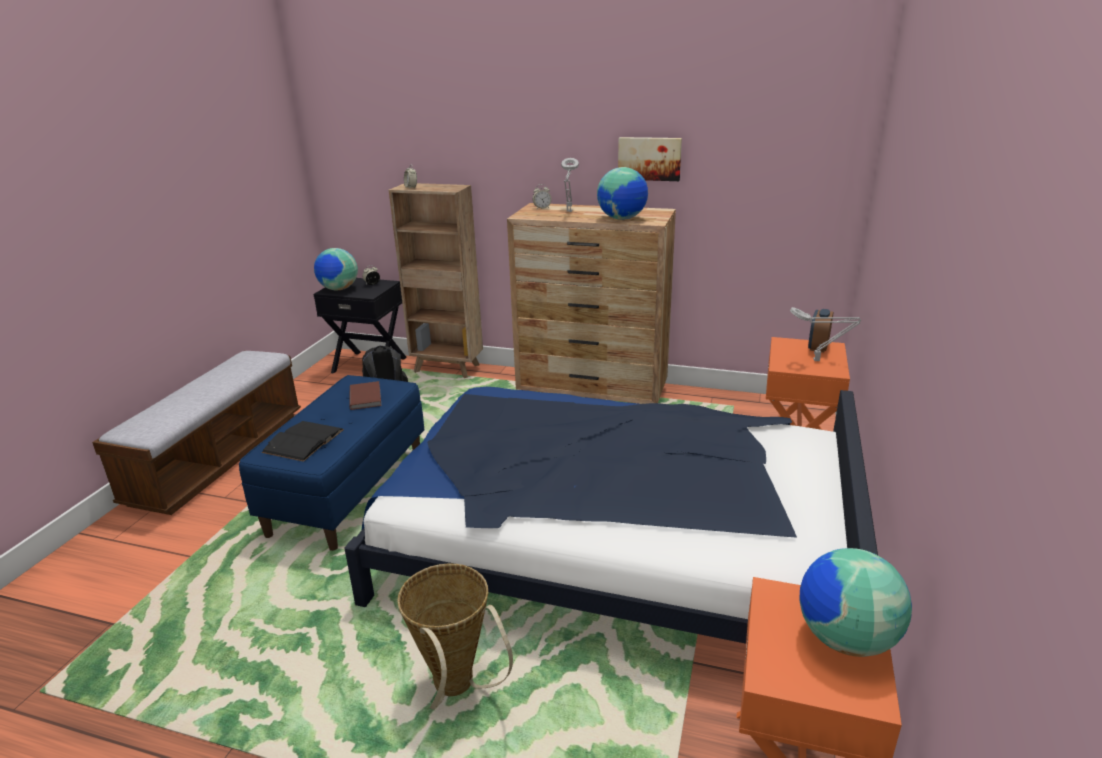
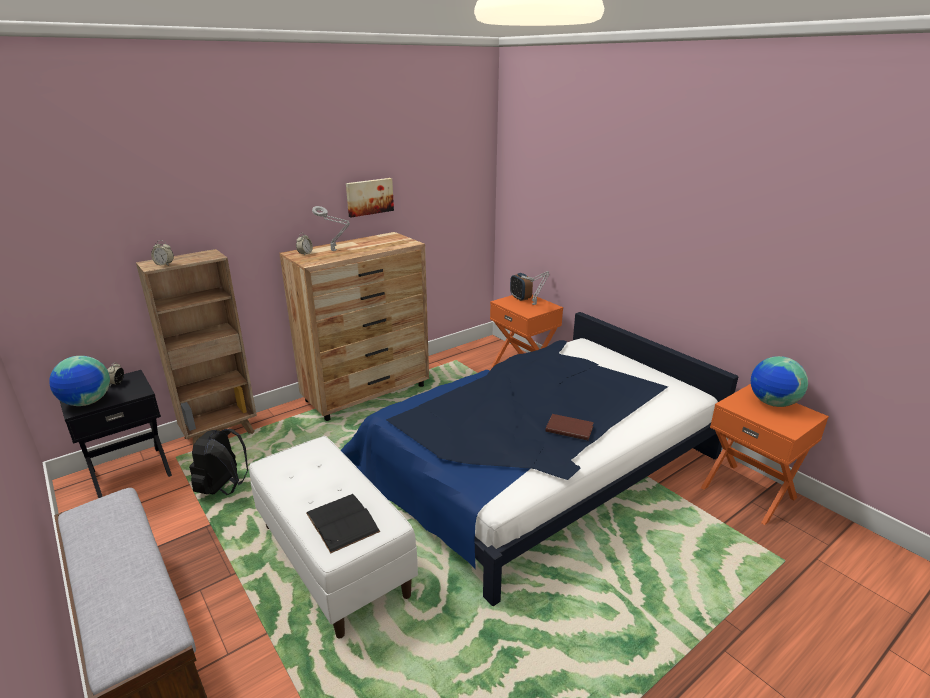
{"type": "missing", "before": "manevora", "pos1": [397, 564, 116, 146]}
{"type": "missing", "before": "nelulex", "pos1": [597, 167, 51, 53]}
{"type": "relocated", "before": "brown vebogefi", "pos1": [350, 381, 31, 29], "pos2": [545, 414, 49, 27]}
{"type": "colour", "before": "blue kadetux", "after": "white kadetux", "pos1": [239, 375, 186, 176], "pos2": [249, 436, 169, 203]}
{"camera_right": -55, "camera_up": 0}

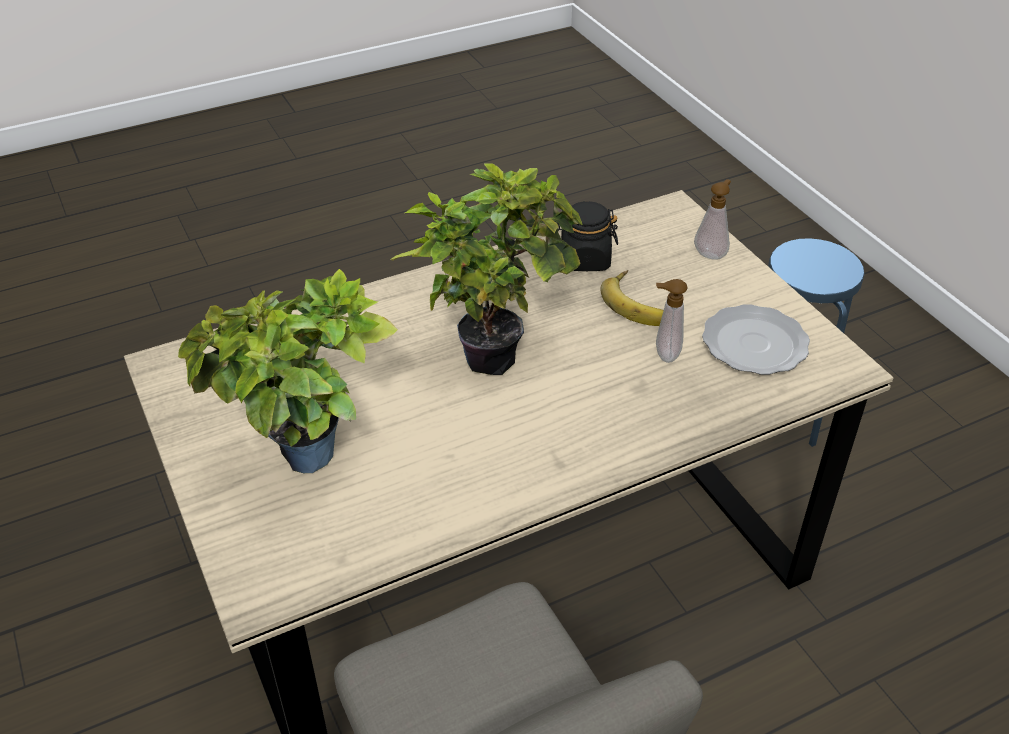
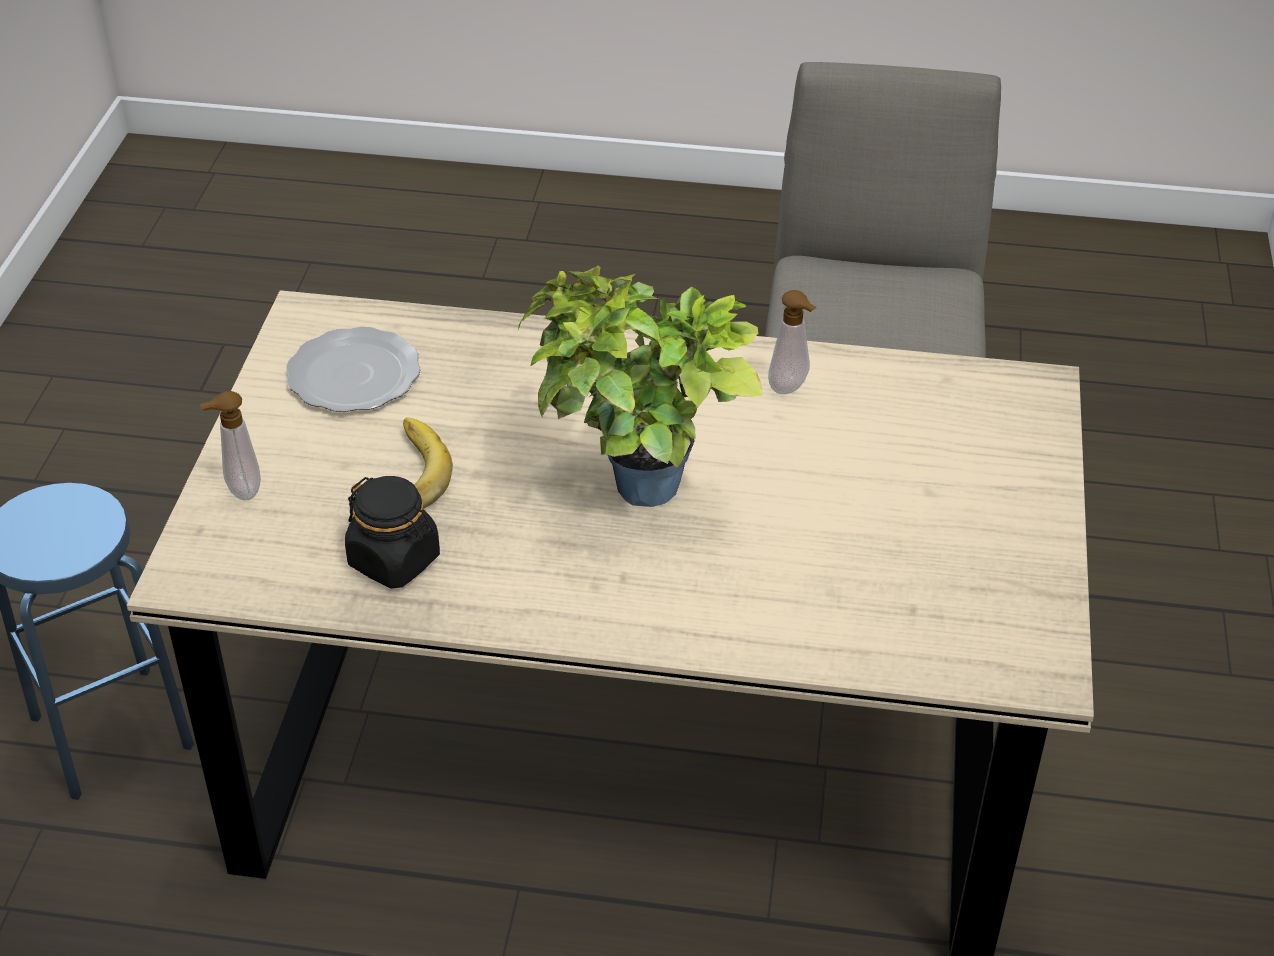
{"type": "missing", "before": "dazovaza", "pos1": [178, 269, 220, 204]}
{"type": "relocated", "before": "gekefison", "pos1": [656, 279, 32, 84], "pos2": [768, 290, 49, 104]}
{"camera_right": -145, "camera_up": 0}

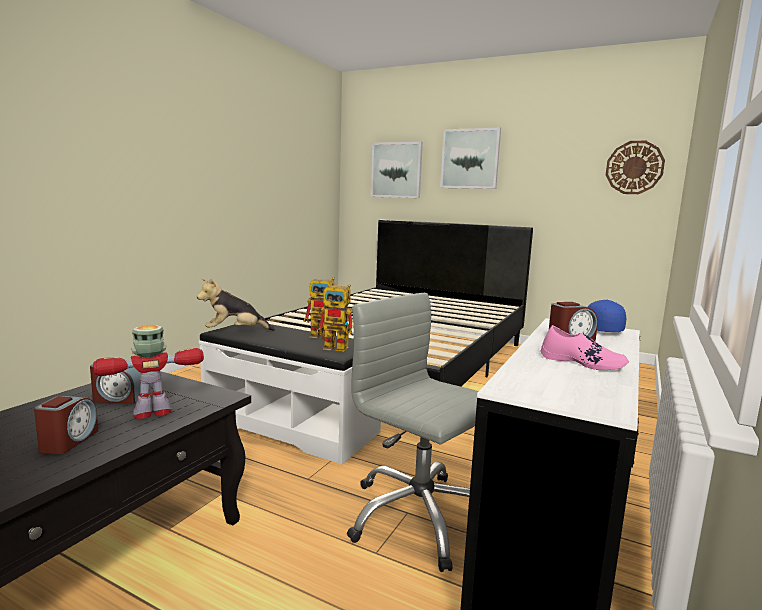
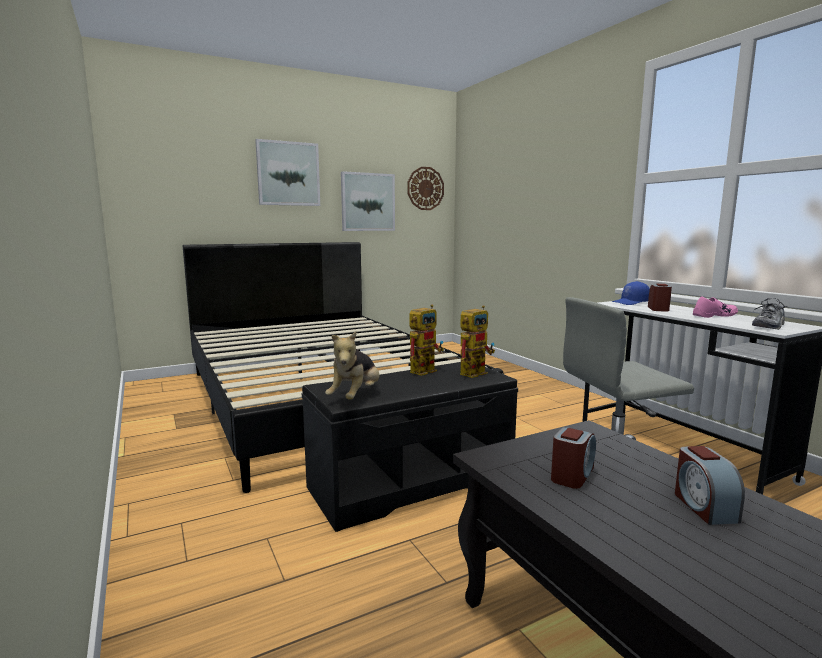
{"type": "missing", "before": "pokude", "pos1": [93, 325, 111, 94]}
{"type": "appeared", "after": "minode", "pos2": [752, 298, 37, 32]}
{"type": "relocated", "before": "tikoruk", "pos1": [371, 142, 52, 56], "pos2": [341, 171, 54, 60]}
{"type": "colour", "before": "white kadetux", "after": "black kadetux", "pos1": [199, 324, 182, 141], "pos2": [302, 362, 216, 170]}
{"type": "spun", "before": "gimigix", "pos1": [34, 396, 64, 58], "pos2": [675, 446, 70, 79], "turn": -135}
{"camera_right": -55, "camera_up": 0}

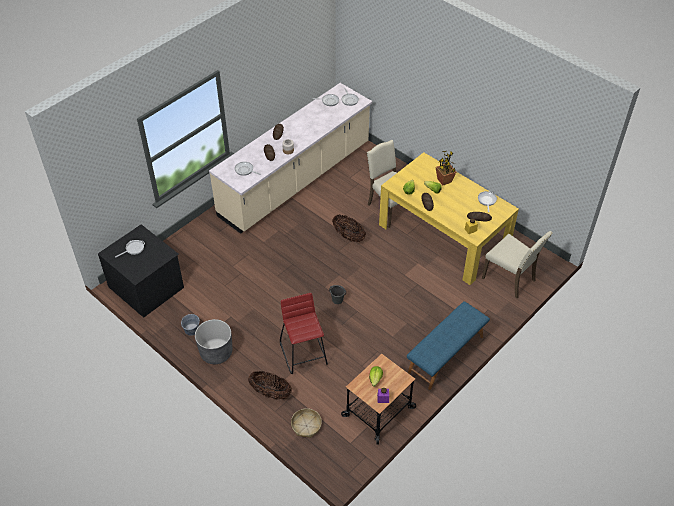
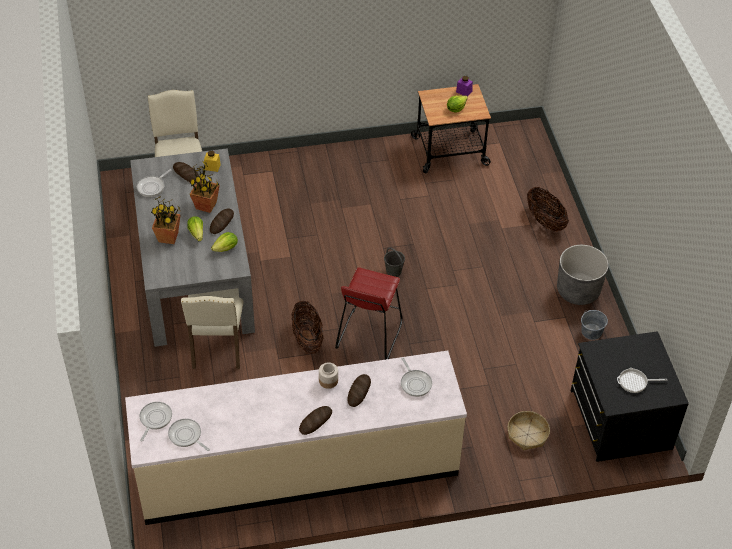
{"type": "missing", "before": "blue kadetux", "pos1": [407, 301, 83, 89]}
{"type": "appeared", "after": "dazovaza", "pos2": [190, 161, 30, 52]}
{"type": "relocated", "before": "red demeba", "pos1": [280, 293, 48, 81], "pos2": [335, 267, 67, 93]}
{"type": "relocated", "before": "manevora", "pos1": [291, 408, 31, 30], "pos2": [508, 411, 42, 39]}
{"type": "colour", "before": "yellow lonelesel", "after": "grey lonelesel", "pos1": [379, 152, 140, 133], "pos2": [130, 148, 125, 199]}
{"camera_right": -145, "camera_up": 0}

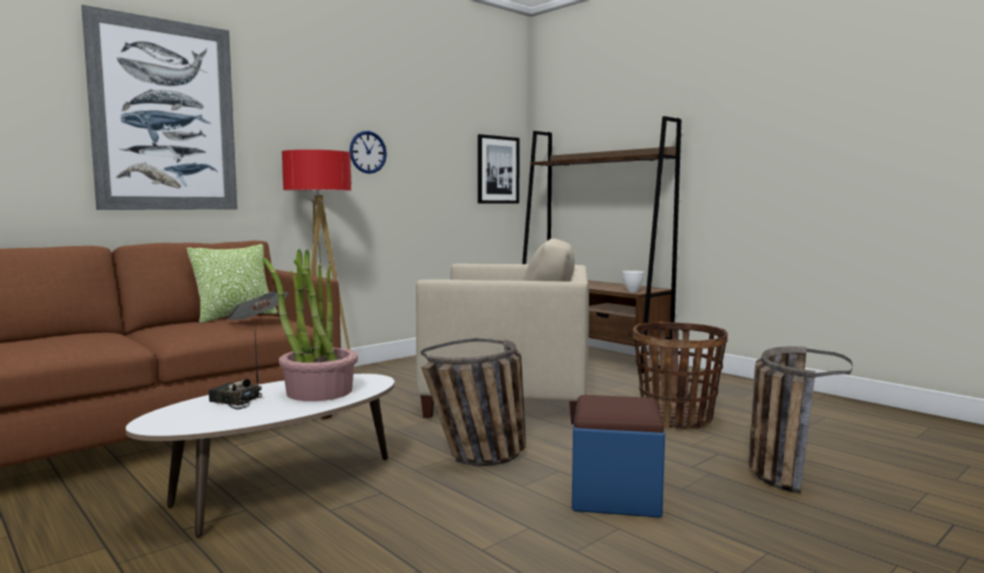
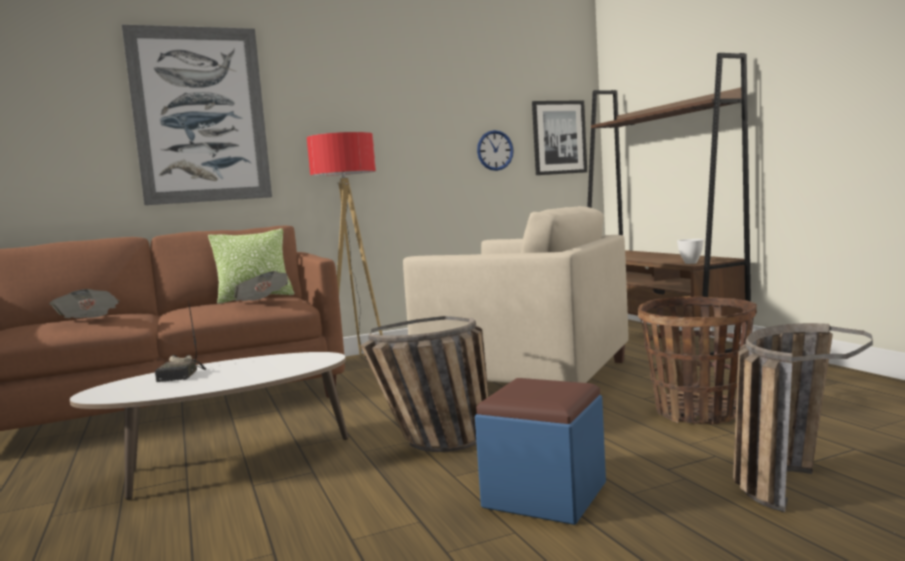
{"type": "missing", "before": "dazovaza", "pos1": [262, 249, 96, 152]}
{"type": "appeared", "after": "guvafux", "pos2": [49, 289, 71, 29]}
{"type": "relocated", "before": "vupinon", "pos1": [350, 131, 37, 43], "pos2": [477, 130, 37, 41]}
{"type": "spun", "before": "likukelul", "pos1": [208, 334, 54, 76], "pos2": [155, 301, 51, 81], "turn": -135}
{"camera_right": 20, "camera_up": 0}

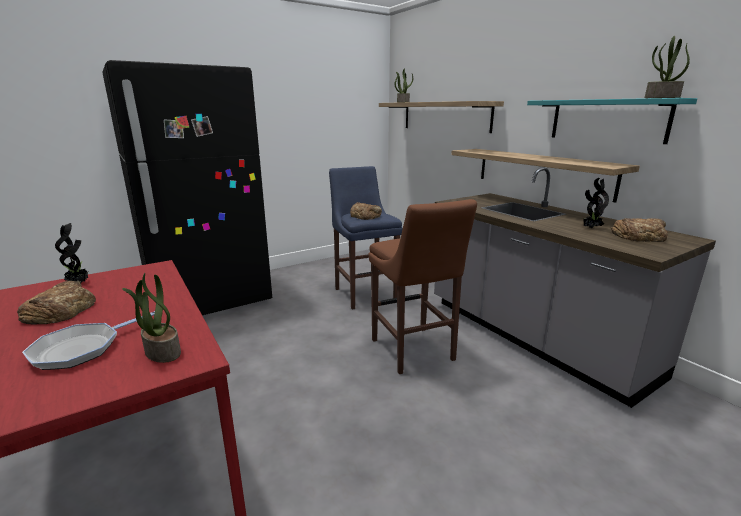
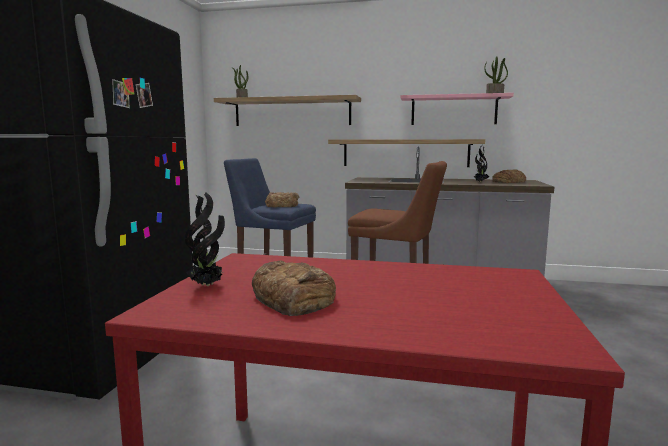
{"type": "missing", "before": "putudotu", "pos1": [22, 311, 133, 59]}
{"type": "missing", "before": "dazovaza", "pos1": [122, 273, 59, 90]}
{"type": "colour", "before": "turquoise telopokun", "after": "pink telopokun", "pos1": [527, 98, 170, 46], "pos2": [401, 93, 113, 32]}
{"camera_right": -45, "camera_up": -10}

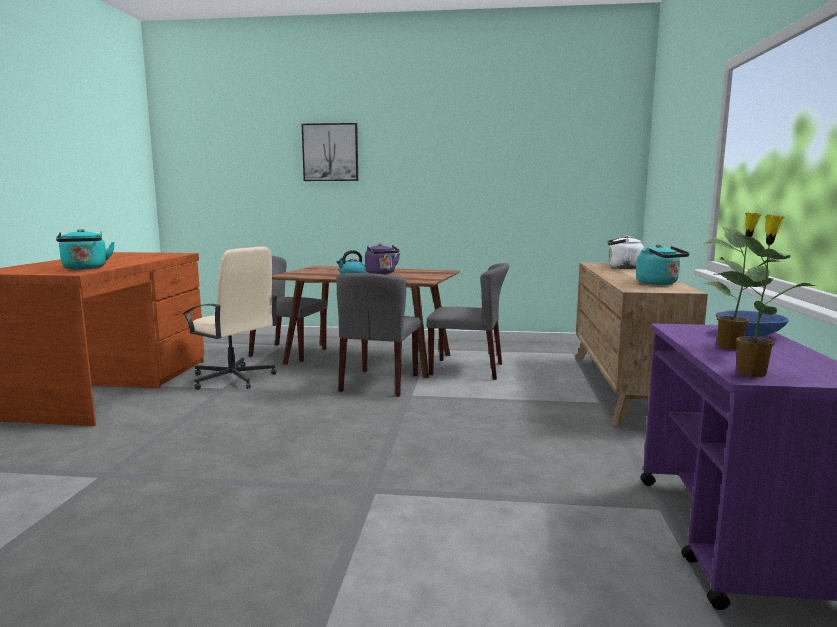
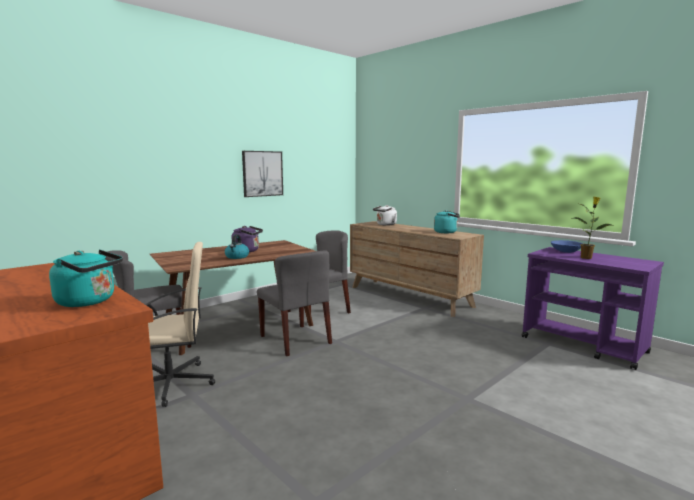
{"type": "missing", "before": "dazovaza", "pos1": [714, 215, 103, 162]}
{"type": "relocated", "before": "tikoruk", "pos1": [302, 123, 56, 58], "pos2": [242, 151, 41, 46]}
{"camera_right": -50, "camera_up": 0}

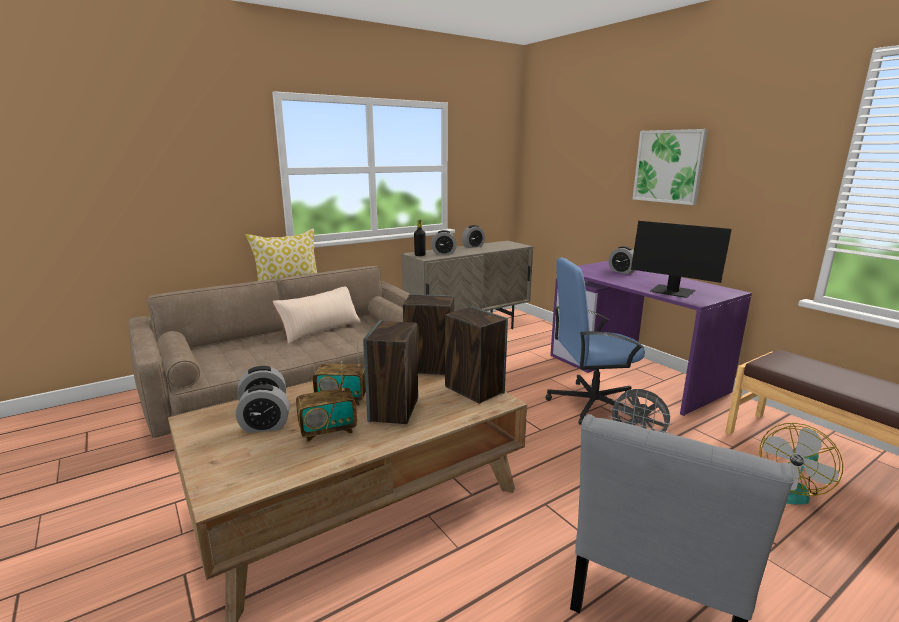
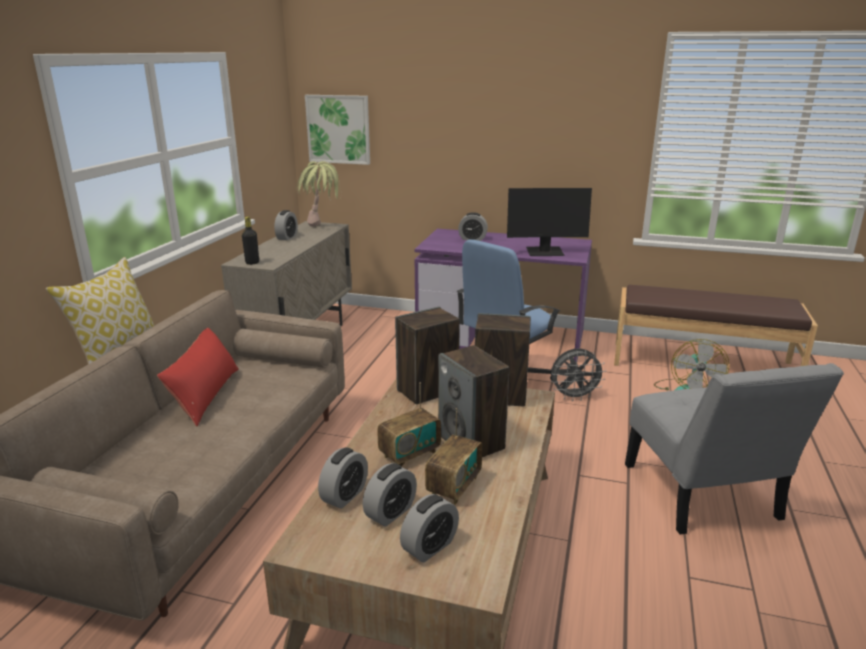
{"type": "appeared", "after": "dazovaza", "pos2": [297, 161, 44, 65]}
{"type": "relocated", "before": "gimigix", "pos1": [431, 230, 26, 24], "pos2": [400, 494, 59, 68]}
{"type": "relocated", "before": "tikoruk", "pos1": [633, 129, 75, 76], "pos2": [305, 95, 65, 70]}
{"type": "colour", "before": "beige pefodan", "after": "red pefodan", "pos1": [273, 287, 88, 57], "pos2": [157, 328, 82, 98]}
{"camera_right": -40, "camera_up": 5}

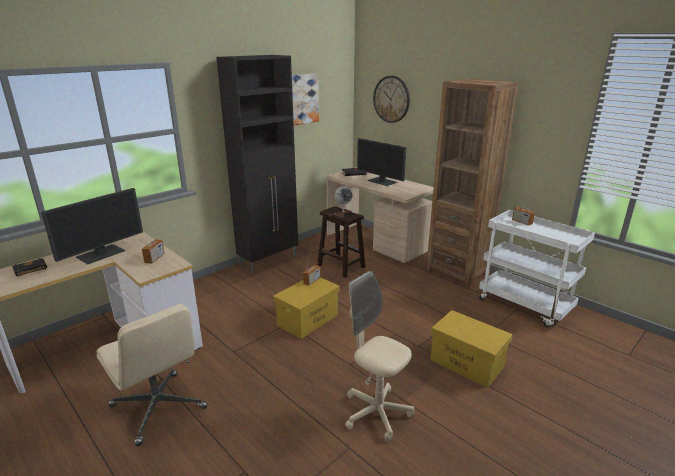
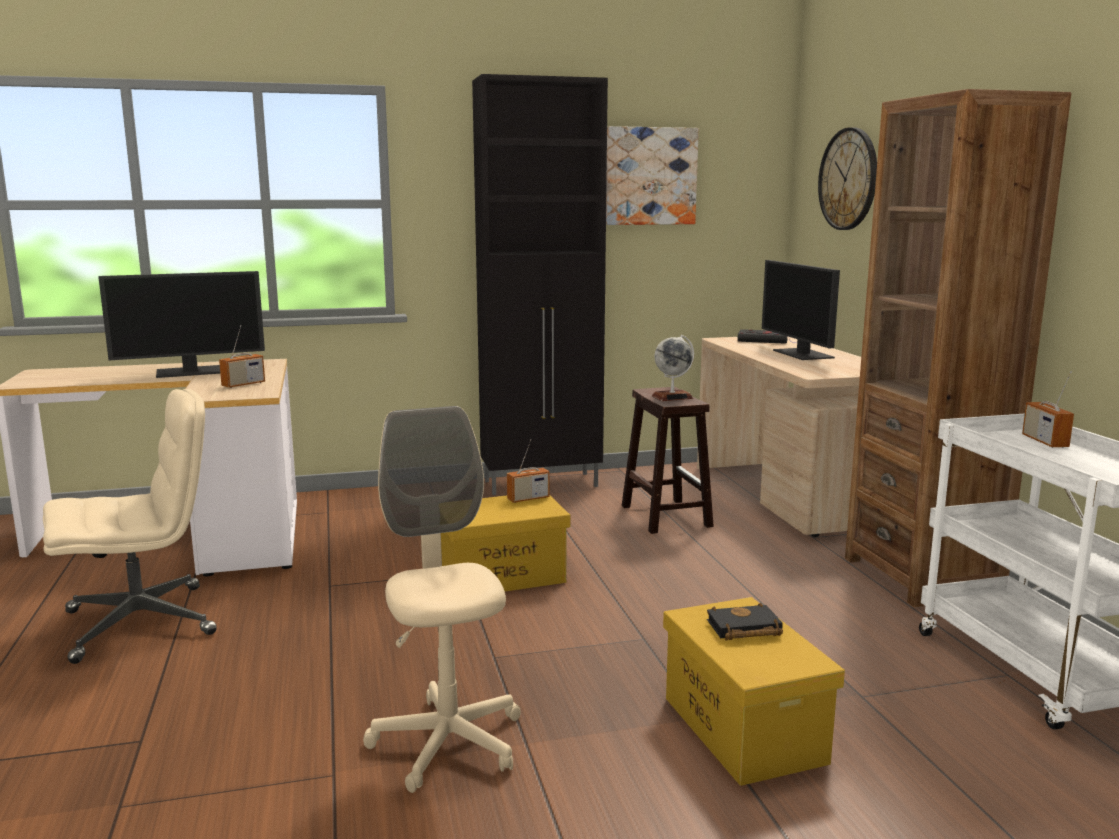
{"type": "relocated", "before": "black vebogefi", "pos1": [12, 258, 35, 19], "pos2": [707, 603, 76, 37]}
{"type": "spun", "before": "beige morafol", "pos1": [97, 304, 110, 142], "pos2": [43, 389, 173, 275], "turn": -105}
{"camera_right": 30, "camera_up": -10}

